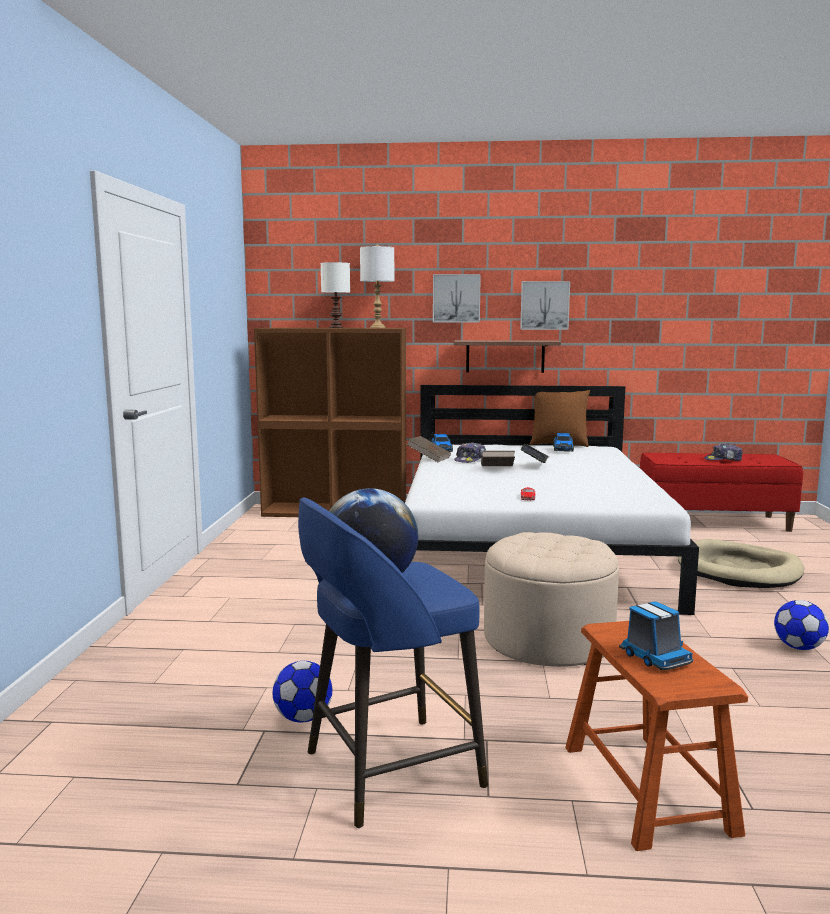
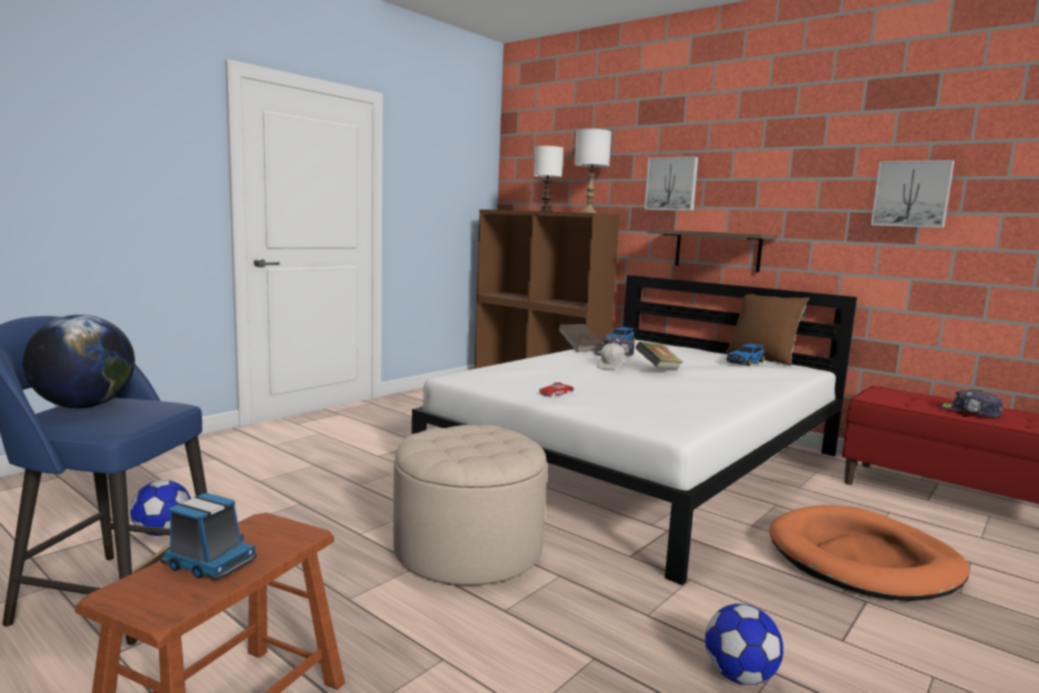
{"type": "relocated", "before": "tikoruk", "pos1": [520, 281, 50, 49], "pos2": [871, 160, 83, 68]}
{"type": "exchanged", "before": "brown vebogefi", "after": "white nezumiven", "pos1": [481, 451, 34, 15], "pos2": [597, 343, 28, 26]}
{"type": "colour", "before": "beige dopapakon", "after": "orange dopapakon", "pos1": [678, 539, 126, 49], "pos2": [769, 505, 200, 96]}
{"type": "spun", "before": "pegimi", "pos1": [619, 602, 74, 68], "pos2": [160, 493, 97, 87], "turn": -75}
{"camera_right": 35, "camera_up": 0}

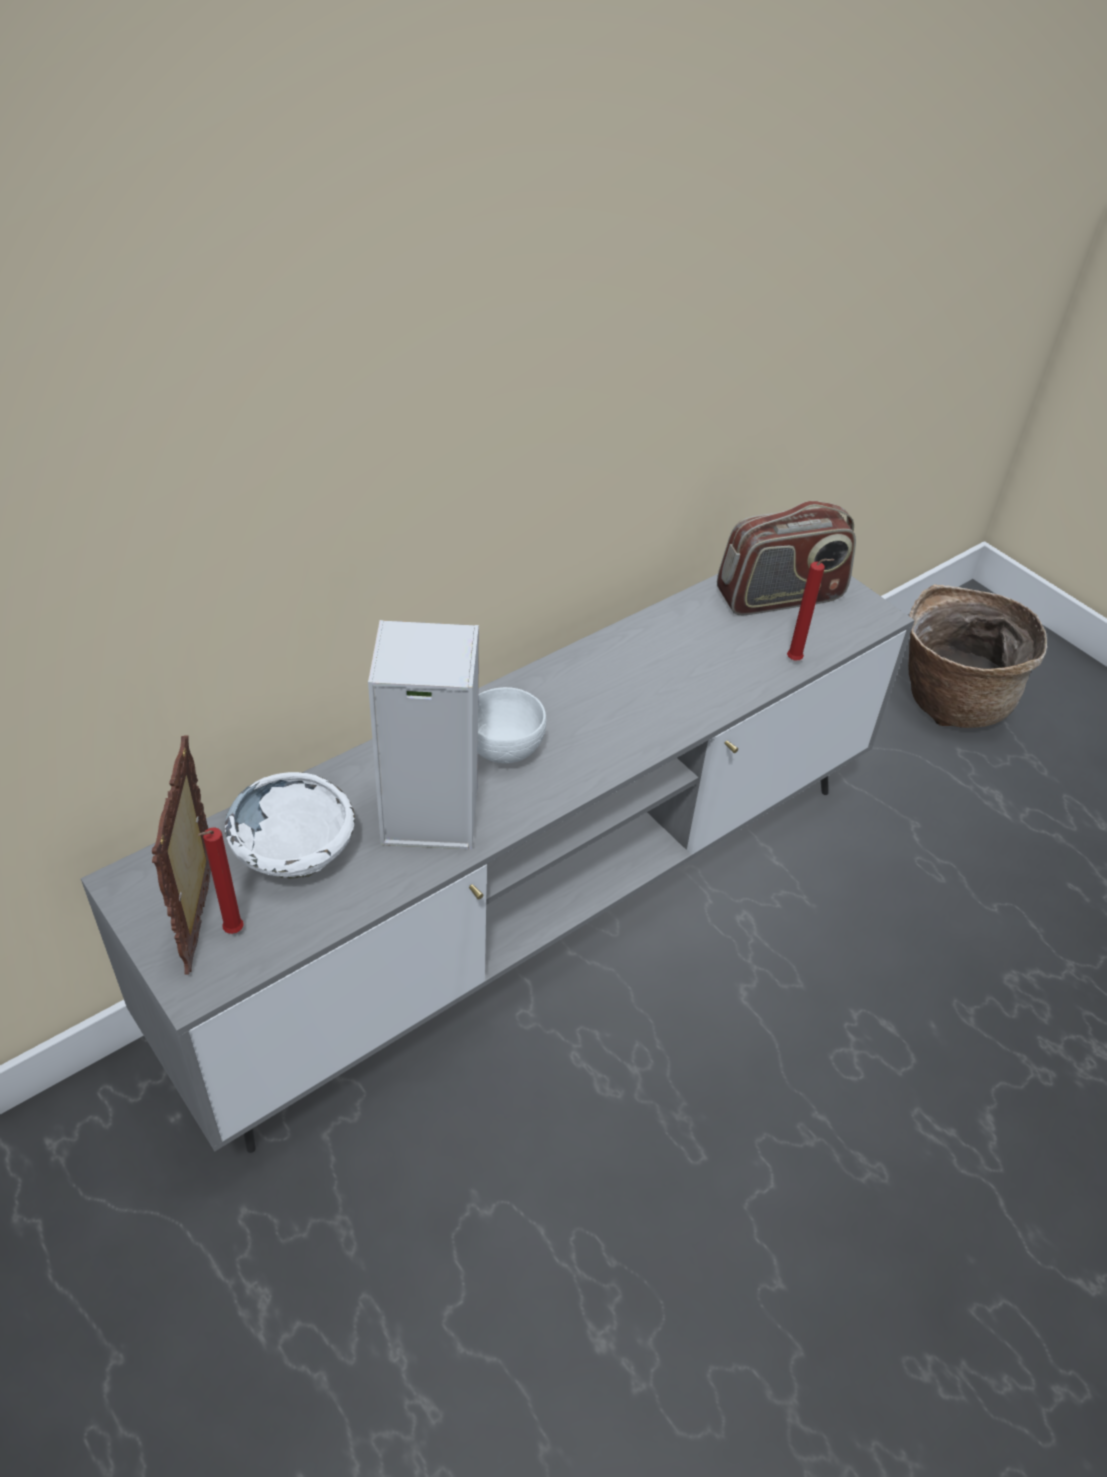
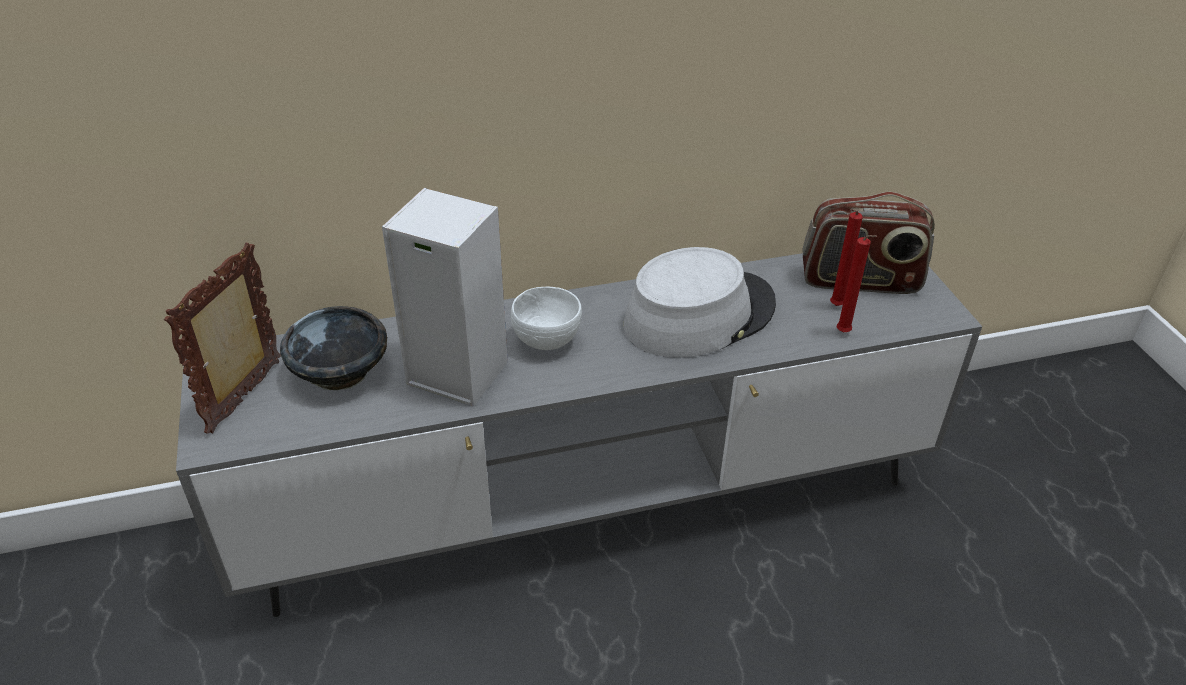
{"type": "missing", "before": "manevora", "pos1": [908, 584, 139, 144]}
{"type": "appeared", "after": "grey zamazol", "pos2": [624, 247, 152, 111]}
{"type": "relocated", "before": "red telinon", "pos1": [198, 827, 46, 107], "pos2": [830, 209, 33, 97]}
{"type": "colour", "before": "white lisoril", "after": "black lisoril", "pos1": [225, 772, 130, 107], "pos2": [280, 306, 107, 85]}
{"camera_right": 25, "camera_up": -5}

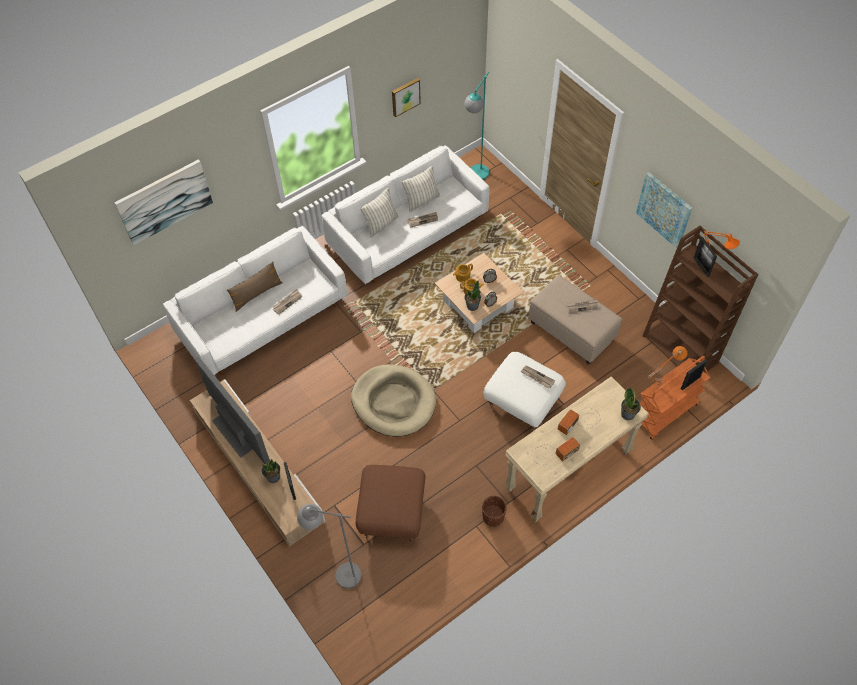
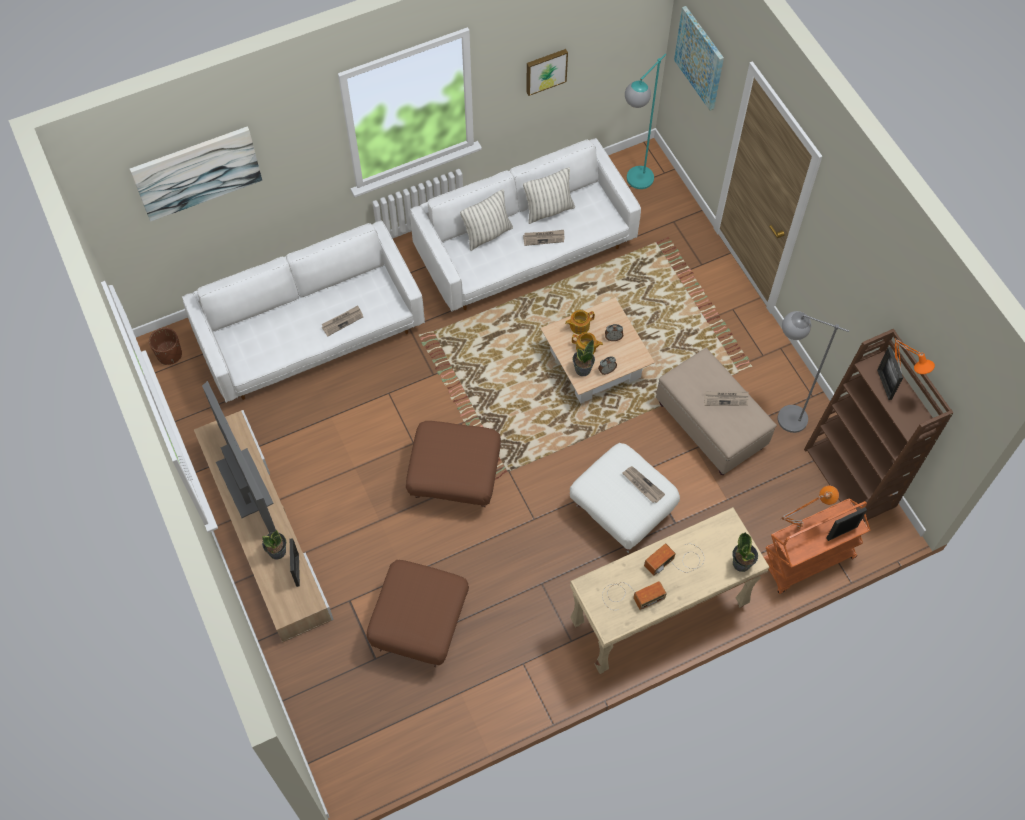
{"type": "missing", "before": "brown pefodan", "pos1": [227, 261, 56, 51]}
{"type": "relocated", "before": "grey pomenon", "pos1": [297, 504, 65, 85], "pos2": [777, 311, 72, 122]}
{"type": "relocated", "before": "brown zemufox", "pos1": [482, 496, 25, 31], "pos2": [149, 328, 33, 37]}
{"type": "relocated", "before": "tikoruk", "pos1": [636, 172, 56, 76], "pos2": [674, 6, 50, 105]}
{"type": "exchanged", "before": "beige dopapakon", "after": "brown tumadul", "pos1": [351, 364, 85, 72], "pos2": [406, 421, 95, 86]}
{"camera_right": 10, "camera_up": 5}

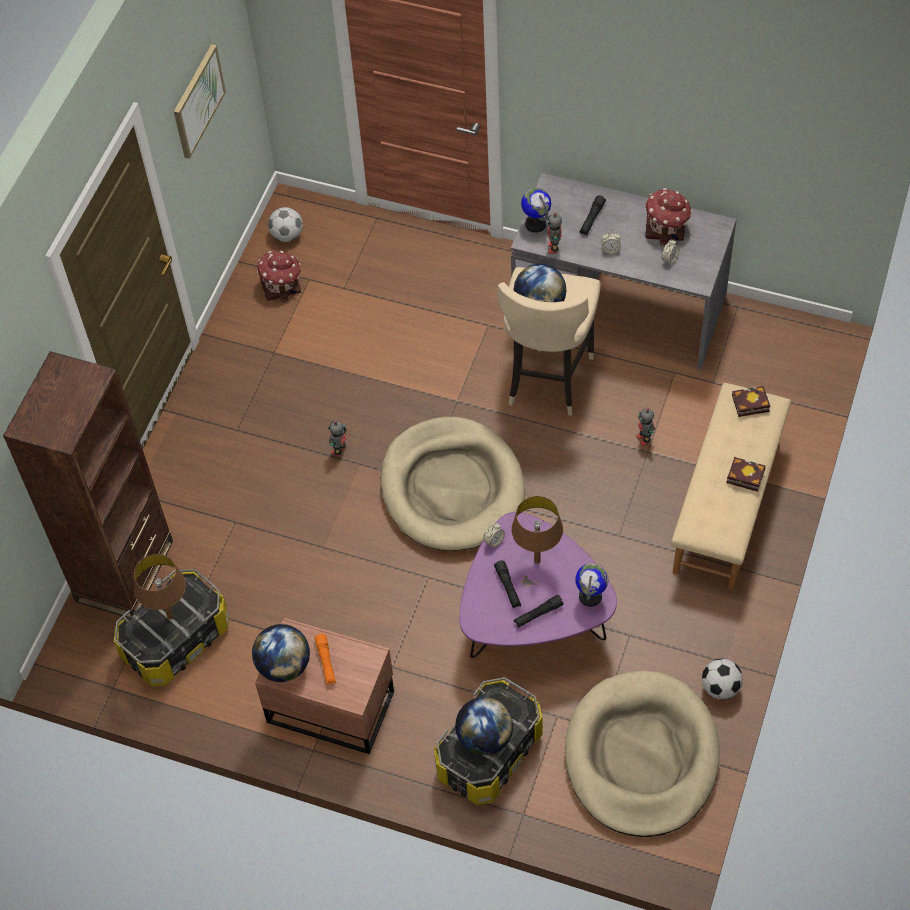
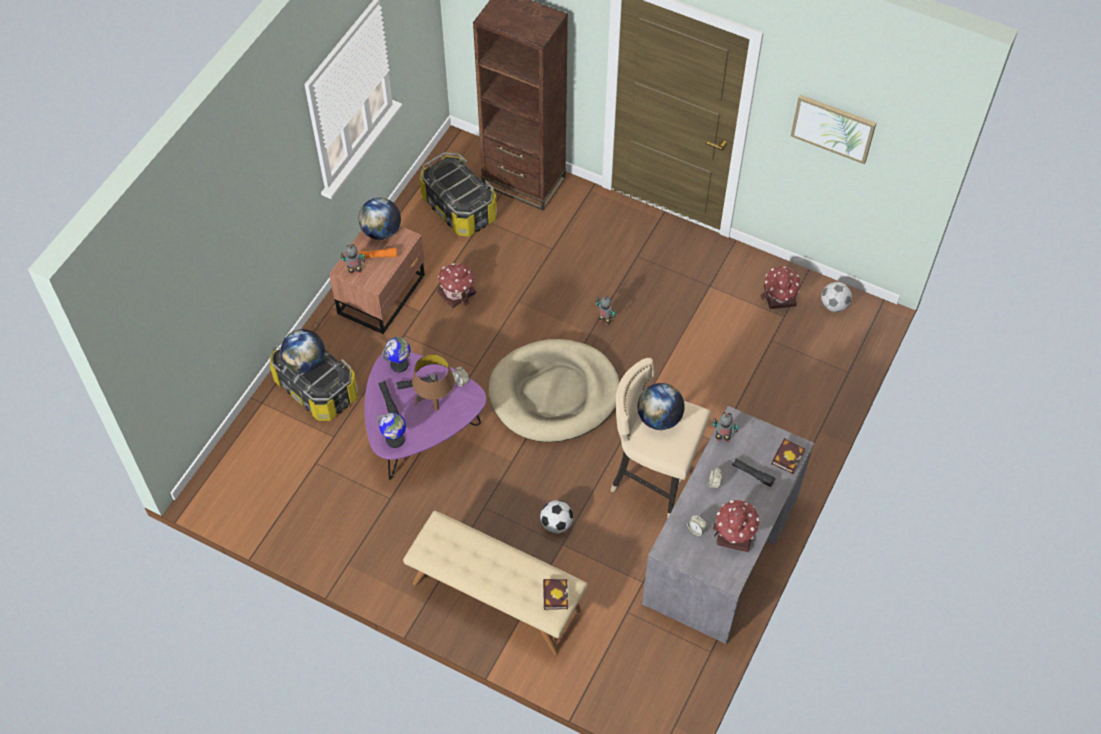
{"type": "missing", "before": "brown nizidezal", "pos1": [134, 554, 52, 66]}
{"type": "missing", "before": "beige dopapakon", "pos1": [565, 671, 155, 166]}
{"type": "appeared", "after": "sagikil", "pos2": [437, 263, 39, 45]}
{"type": "relocated", "before": "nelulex", "pos1": [521, 188, 30, 45], "pos2": [382, 337, 28, 35]}
{"type": "relocated", "before": "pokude", "pos1": [637, 408, 18, 38], "pos2": [340, 244, 25, 31]}
{"type": "relocated", "before": "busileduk", "pos1": [702, 659, 41, 41], "pos2": [540, 500, 33, 34]}
{"type": "relocated", "before": "vebogefi", "pos1": [726, 457, 40, 35], "pos2": [771, 438, 34, 36]}
{"camera_right": 95, "camera_up": 0}

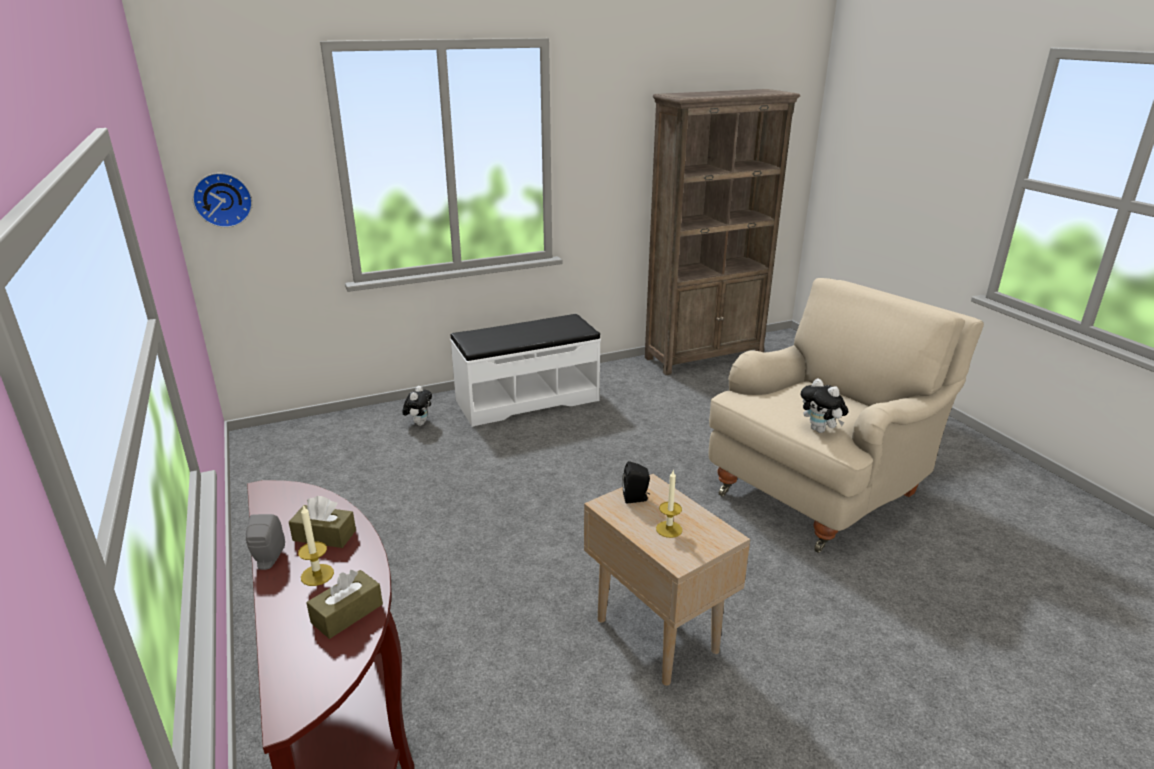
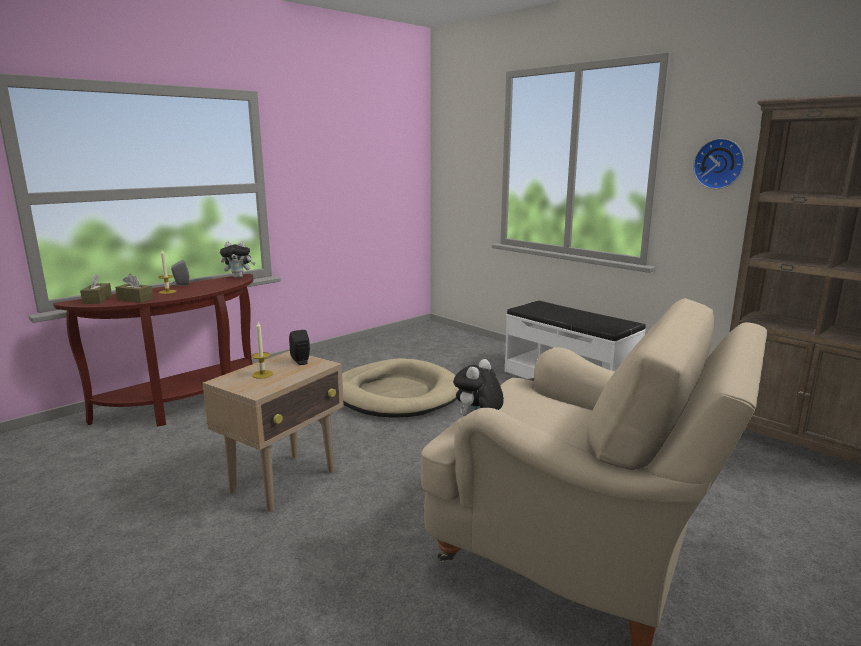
{"type": "appeared", "after": "beige dopapakon", "pos2": [342, 358, 117, 60]}
{"type": "relocated", "before": "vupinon", "pos1": [192, 173, 61, 55], "pos2": [693, 138, 51, 51]}
{"type": "relocated", "before": "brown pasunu", "pos1": [289, 496, 67, 52], "pos2": [80, 274, 32, 30]}
{"type": "relocated", "before": "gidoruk", "pos1": [402, 386, 30, 40], "pos2": [220, 241, 36, 37]}
{"camera_right": 70, "camera_up": -10}

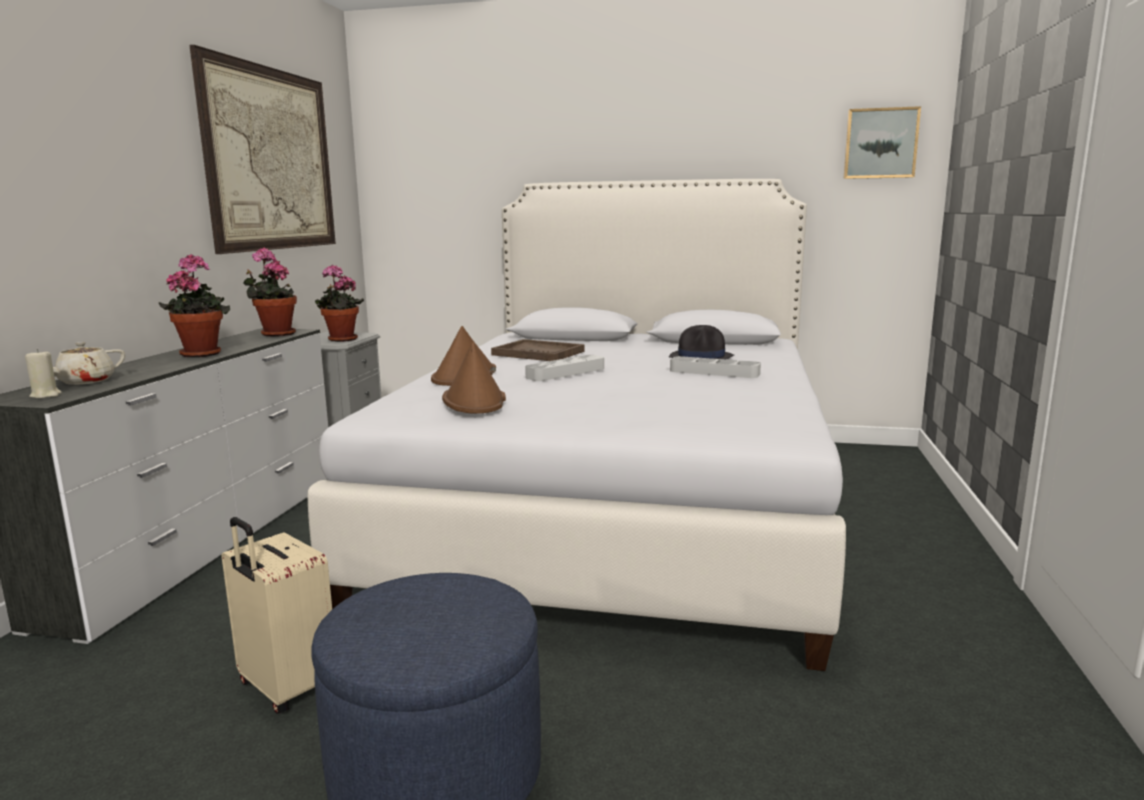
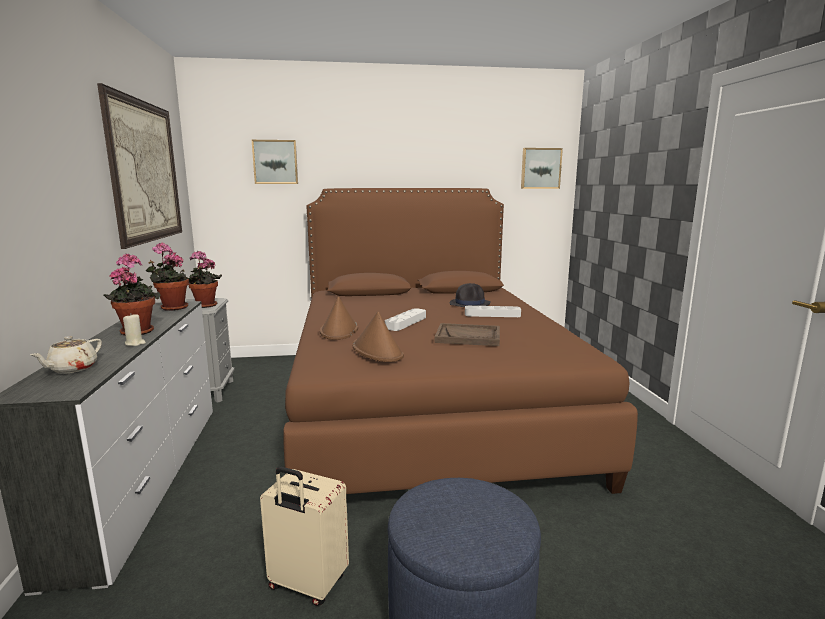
{"type": "appeared", "after": "tikoruk", "pos2": [252, 140, 46, 44]}
{"type": "relocated", "before": "beige telinon", "pos1": [25, 349, 37, 50], "pos2": [123, 314, 23, 32]}
{"type": "relocated", "before": "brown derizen", "pos1": [491, 339, 93, 22], "pos2": [435, 323, 65, 23]}
{"type": "colour", "before": "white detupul", "after": "brown detupul", "pos1": [308, 179, 538, 492], "pos2": [283, 188, 355, 306]}
{"camera_right": -20, "camera_up": 0}

